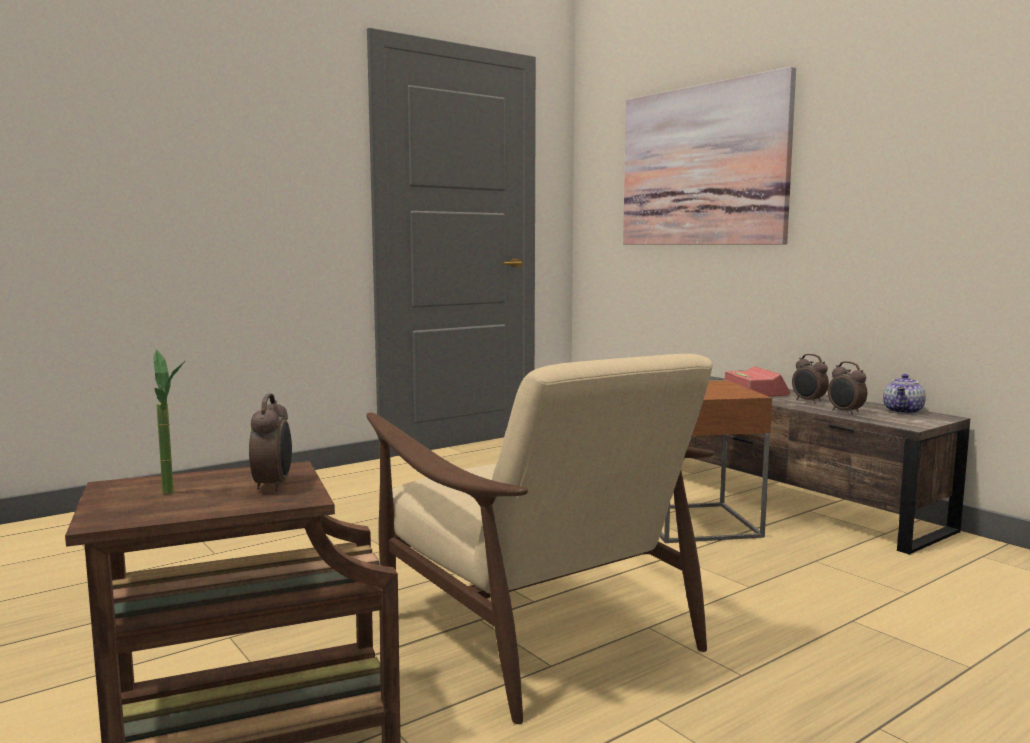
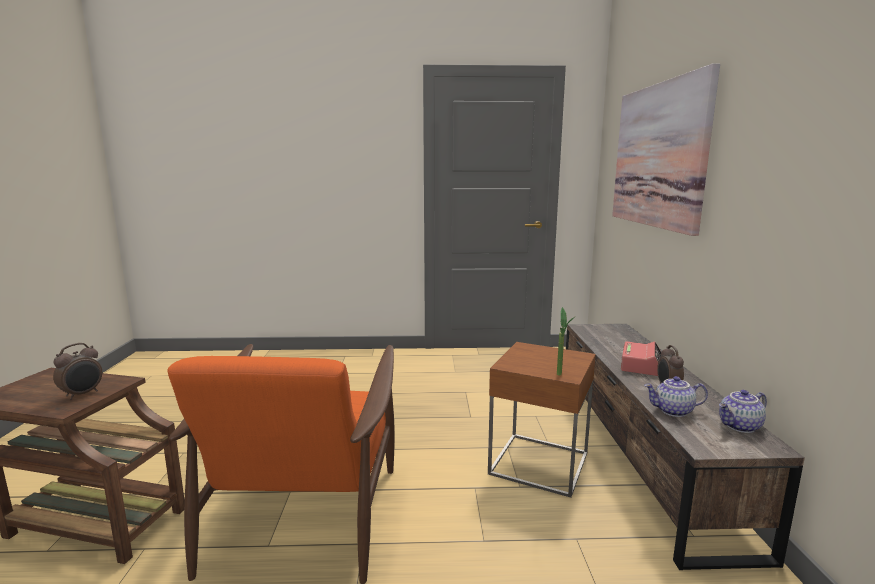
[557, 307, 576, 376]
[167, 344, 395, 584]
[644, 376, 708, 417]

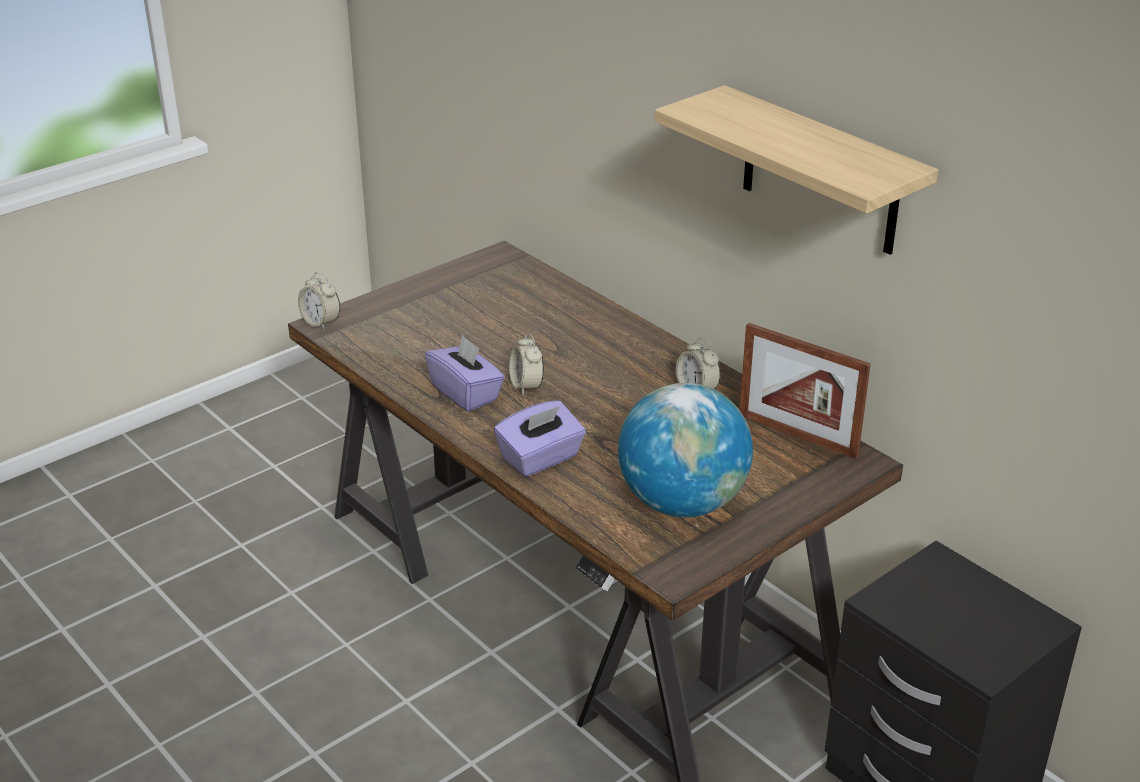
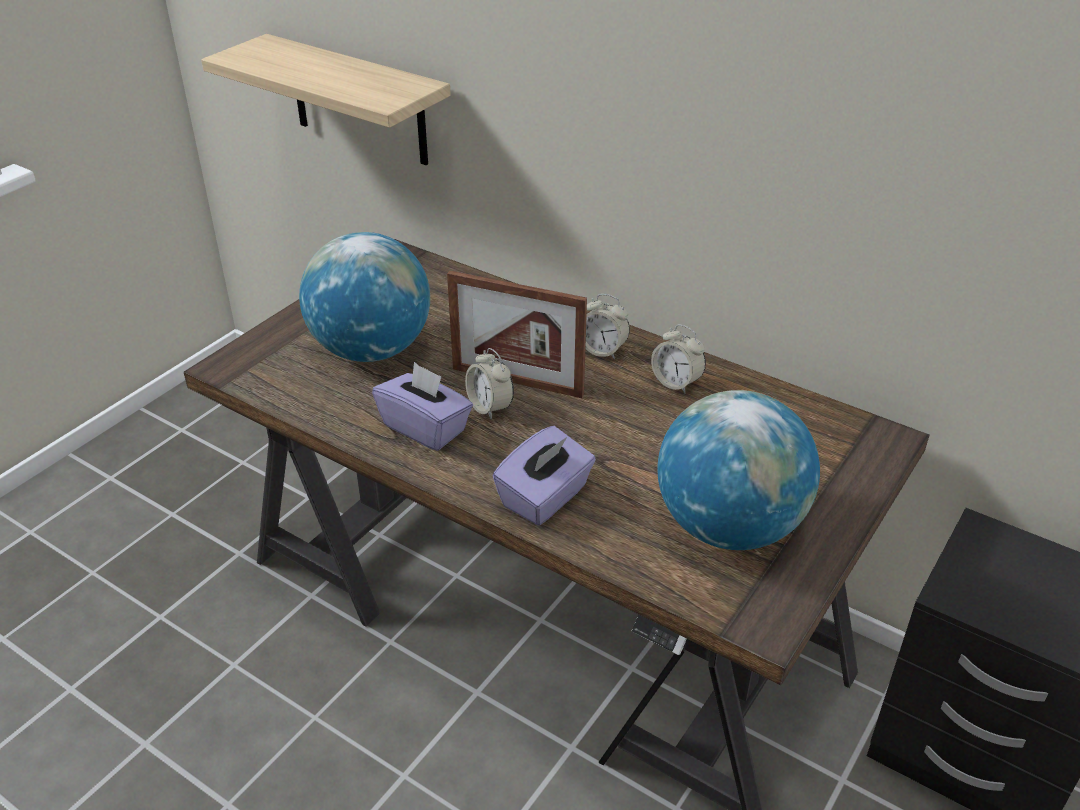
[585, 294, 630, 359]
[201, 34, 451, 165]
[447, 271, 587, 398]
[299, 232, 430, 362]

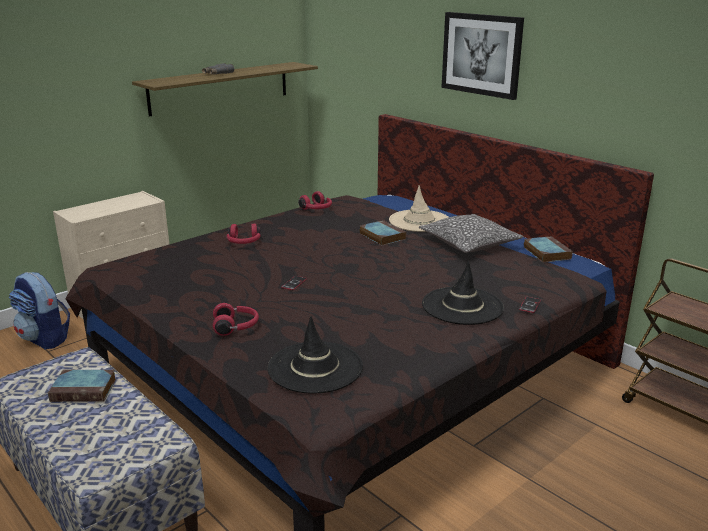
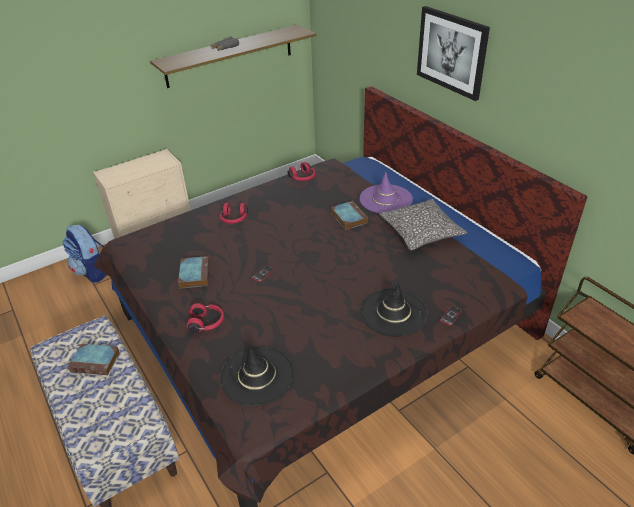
[360, 172, 413, 213]
[178, 256, 210, 289]

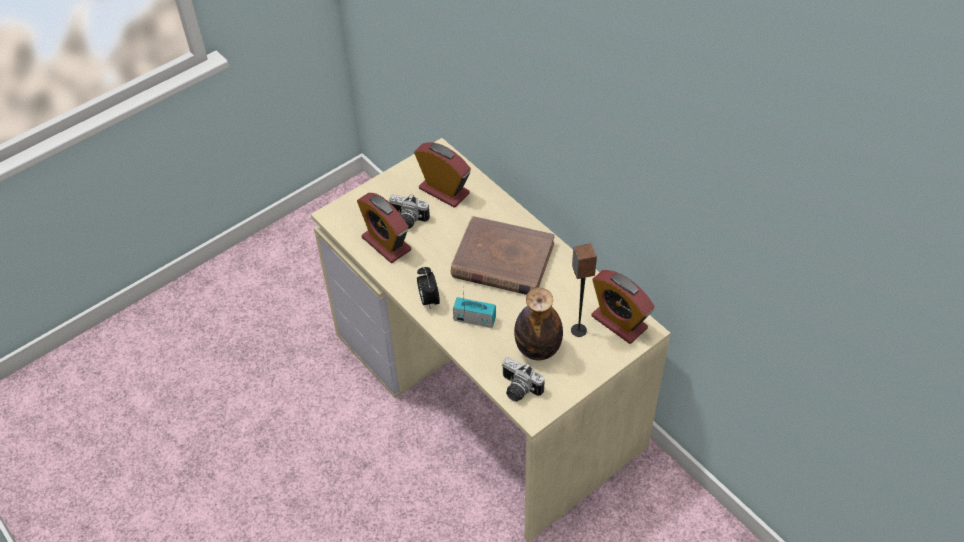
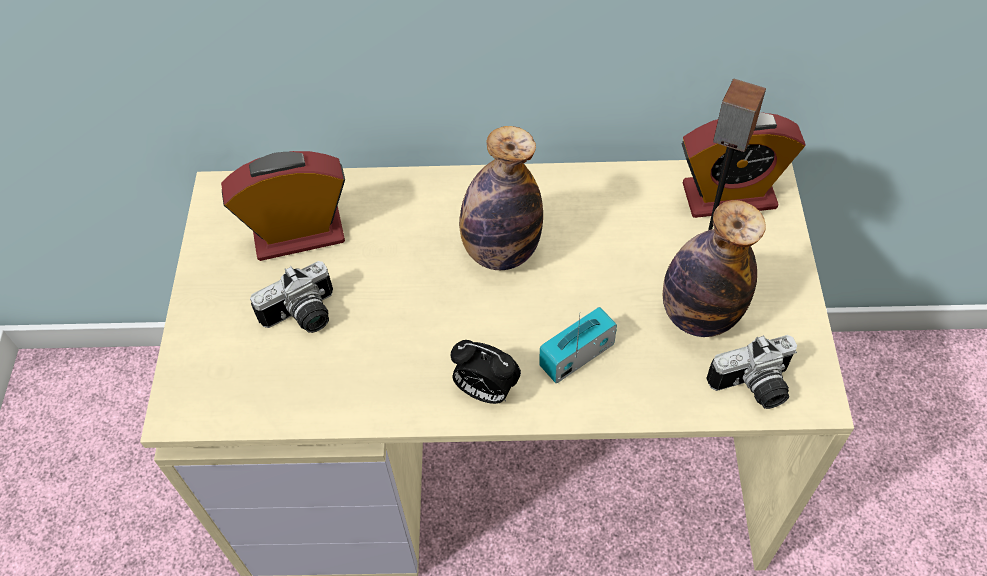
[357, 193, 411, 263] (first image)
[459, 126, 543, 270]

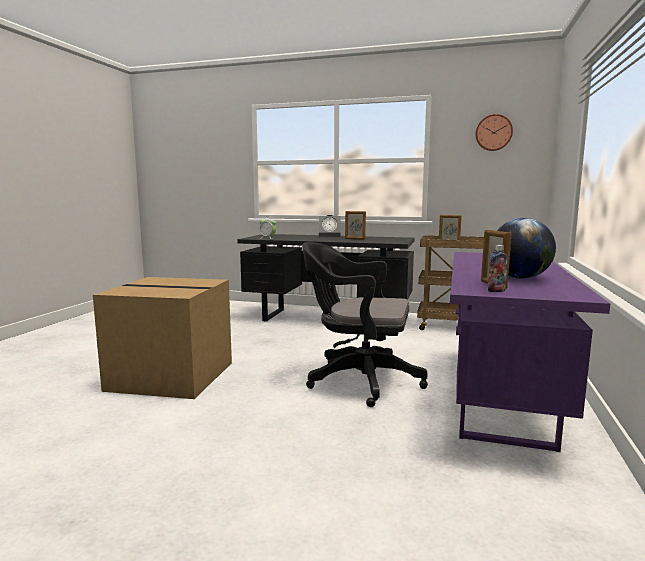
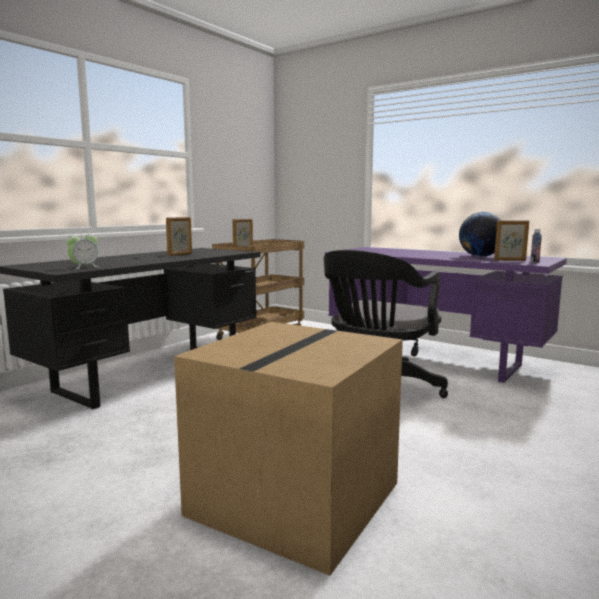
[319, 215, 341, 237] (first image)
[475, 114, 513, 151] (first image)

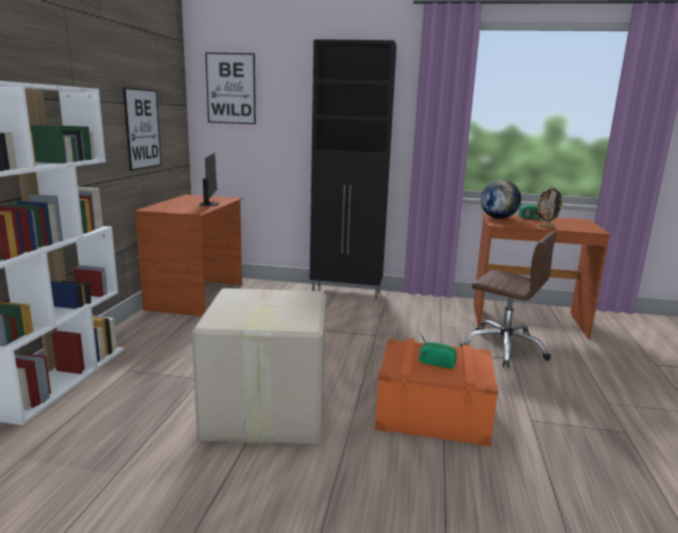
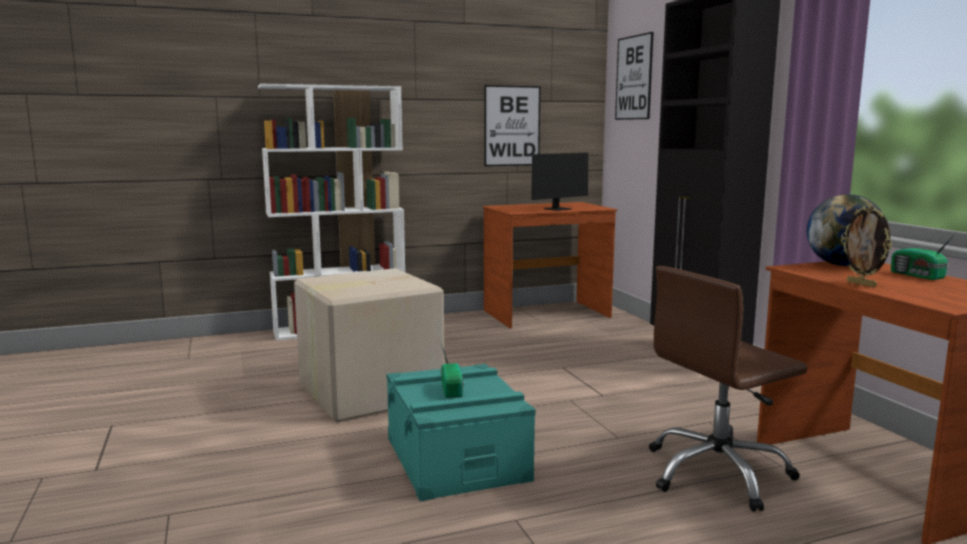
[387, 364, 536, 501]
[649, 266, 808, 512]

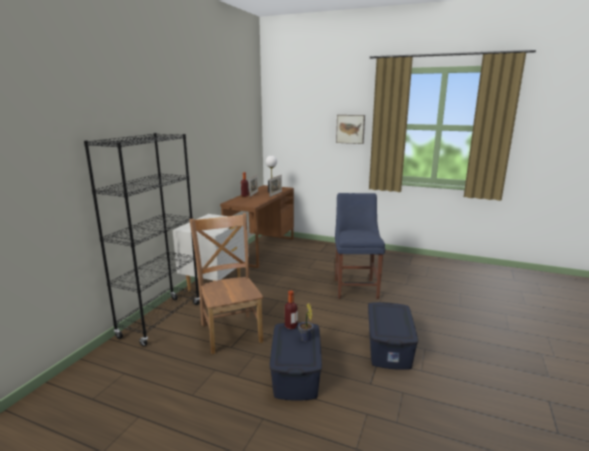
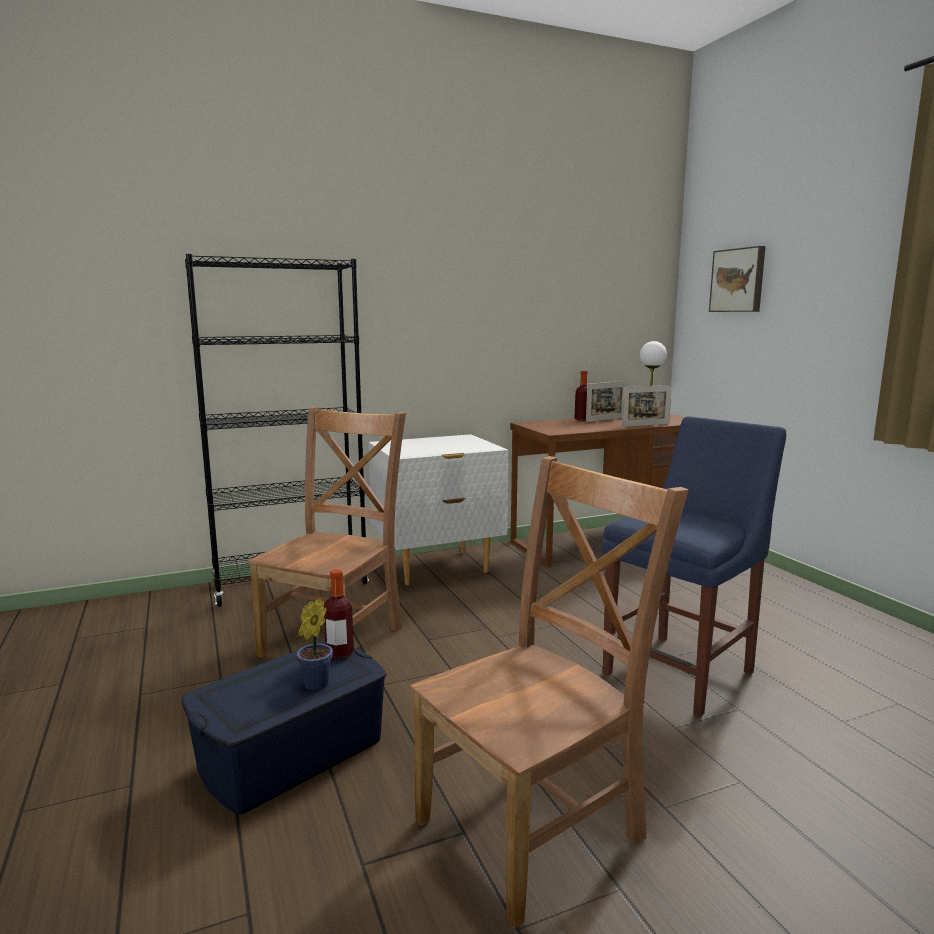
[709, 246, 766, 312]
[410, 456, 688, 929]

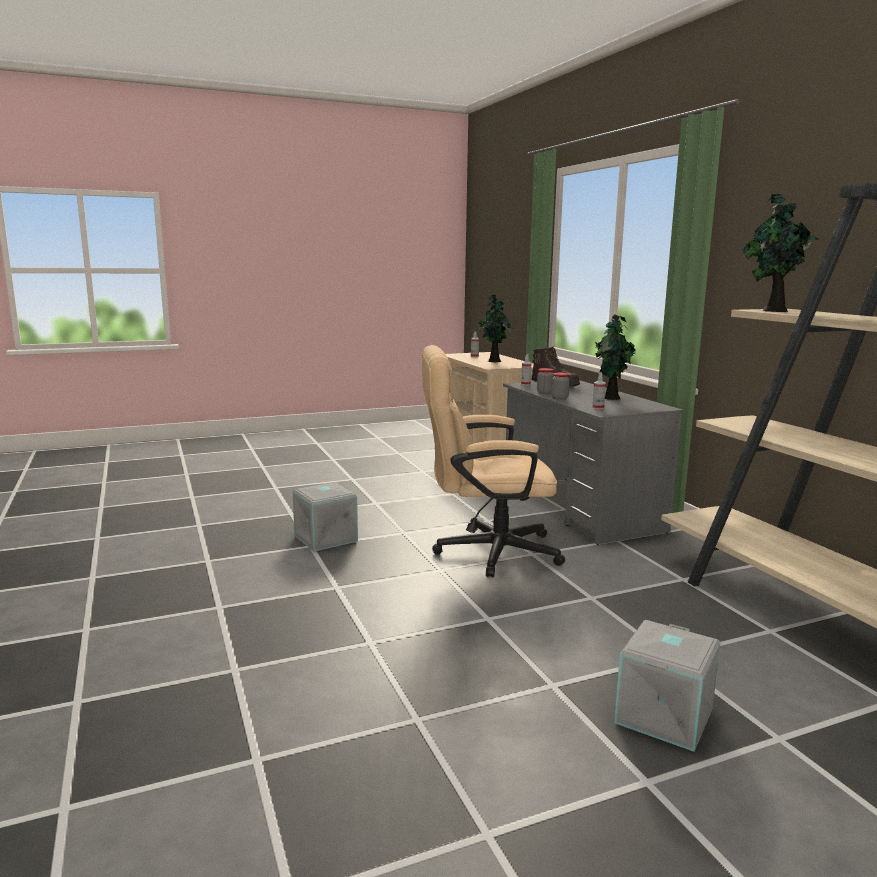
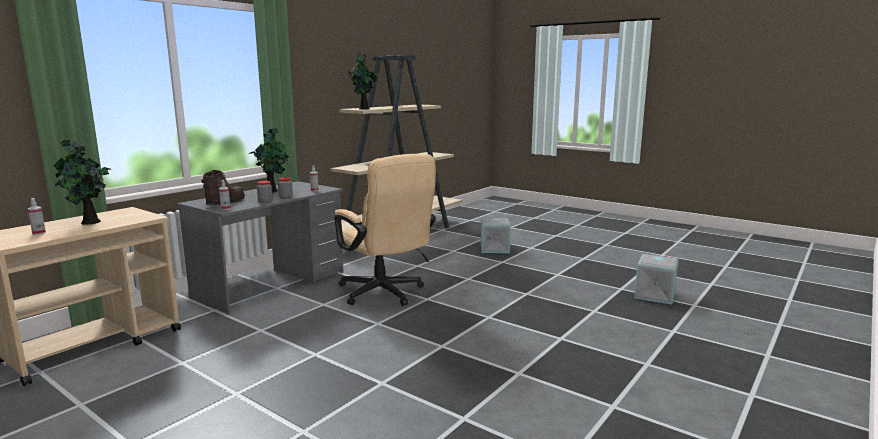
[634, 254, 679, 304]

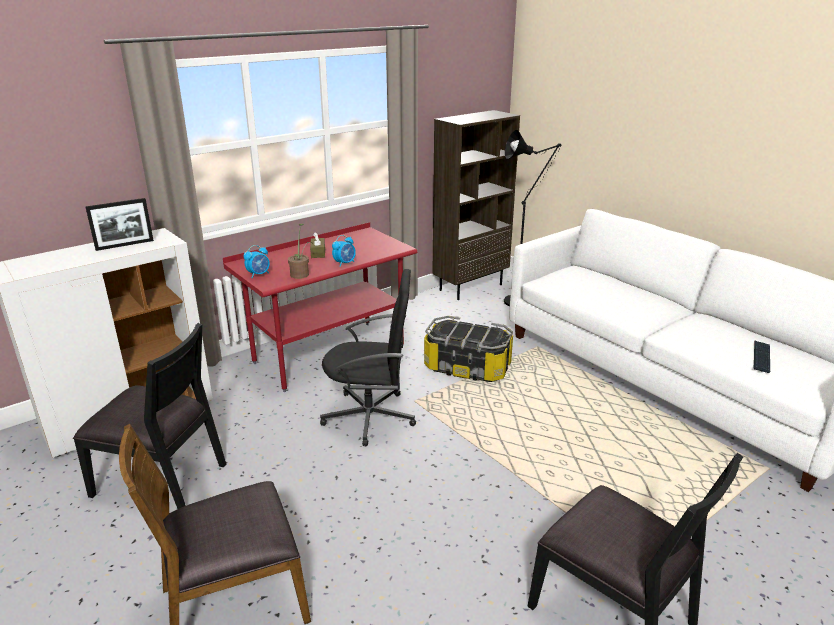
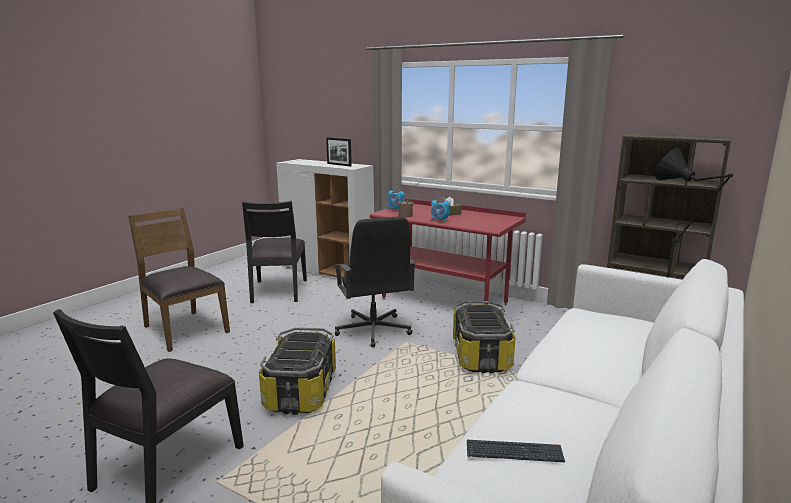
[259, 327, 336, 415]

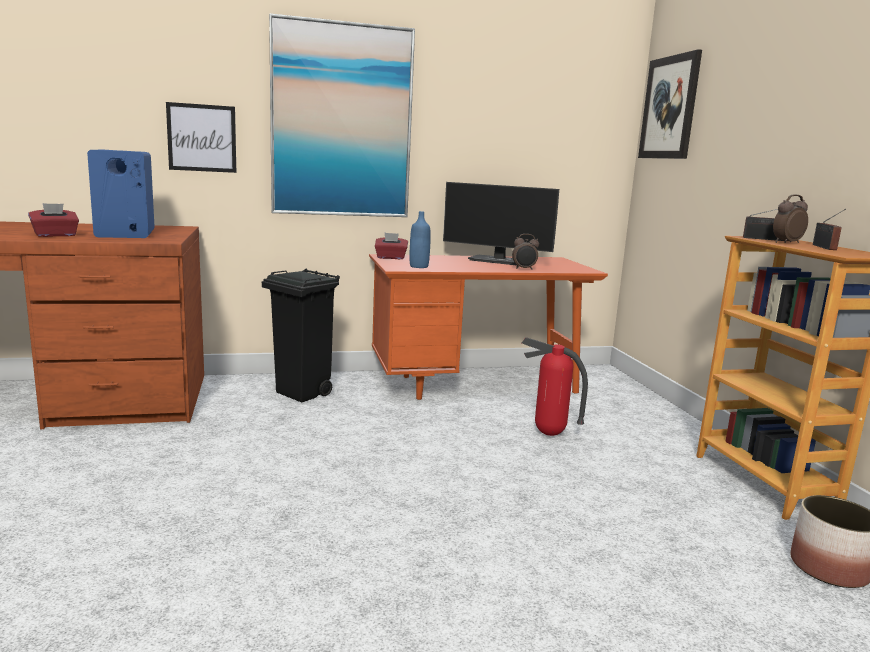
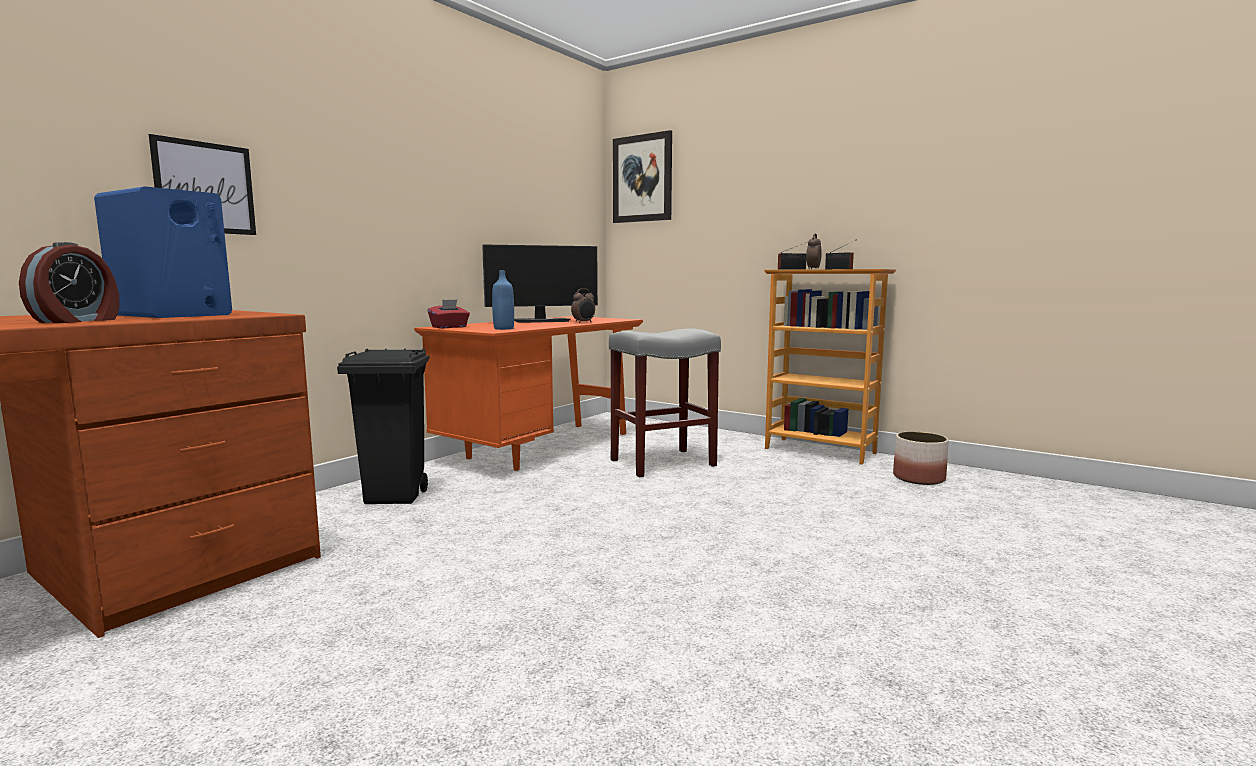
[19, 242, 120, 323]
[269, 14, 415, 217] (first image)
[609, 328, 721, 477]

